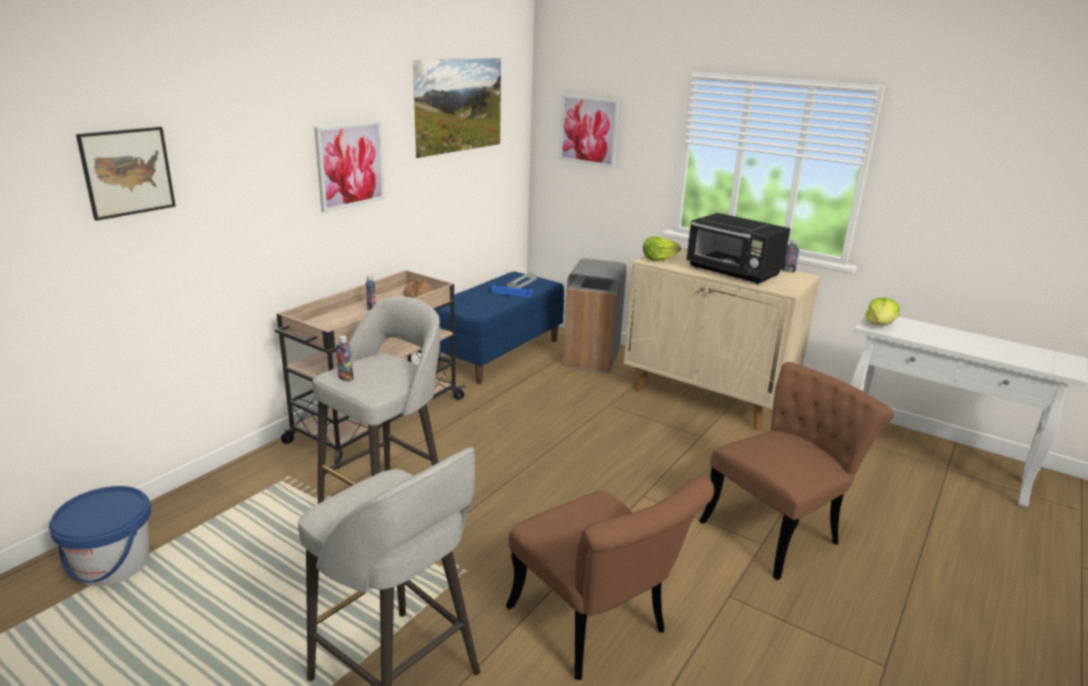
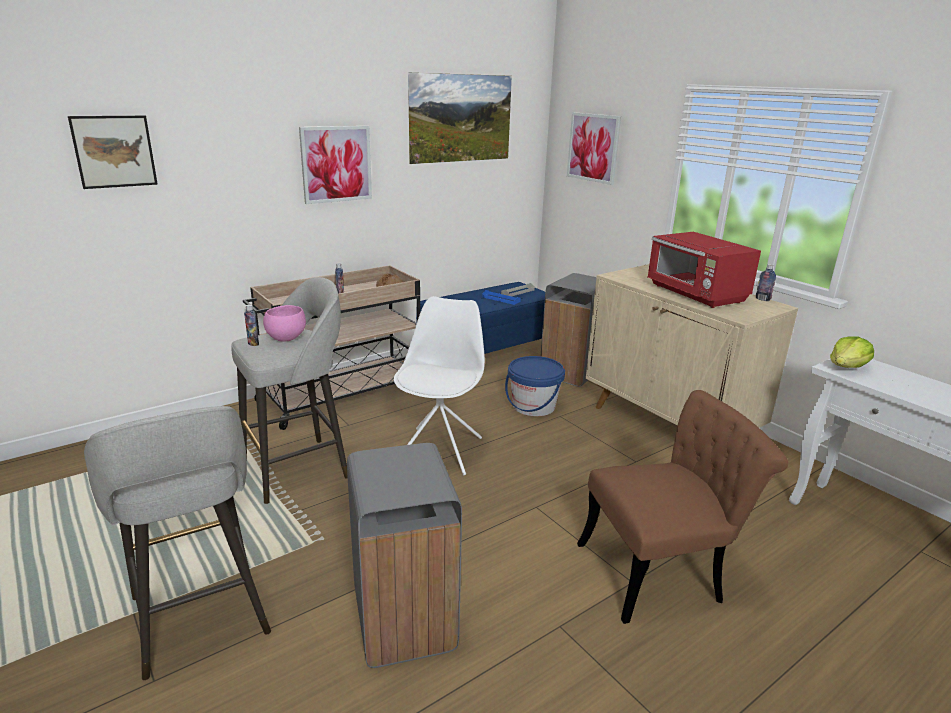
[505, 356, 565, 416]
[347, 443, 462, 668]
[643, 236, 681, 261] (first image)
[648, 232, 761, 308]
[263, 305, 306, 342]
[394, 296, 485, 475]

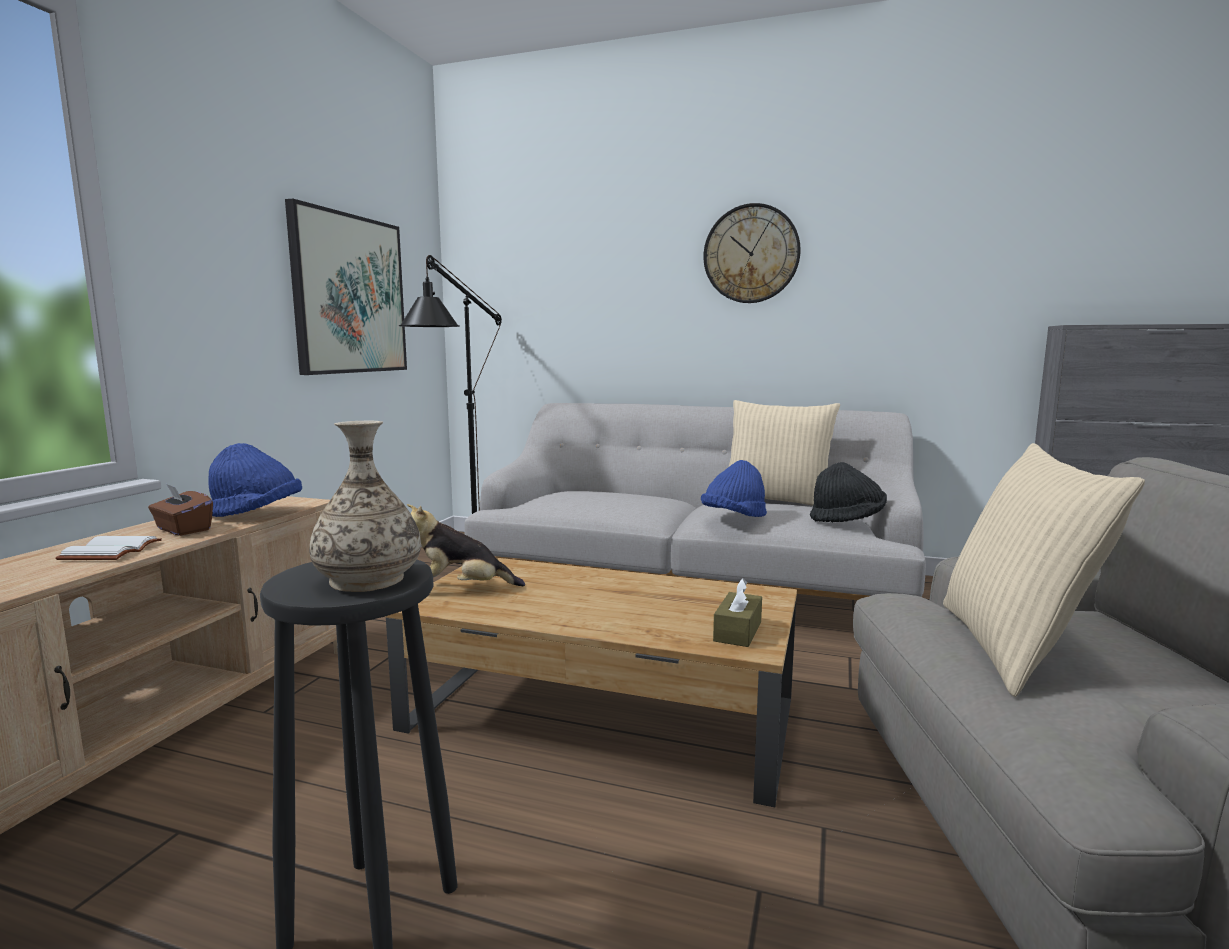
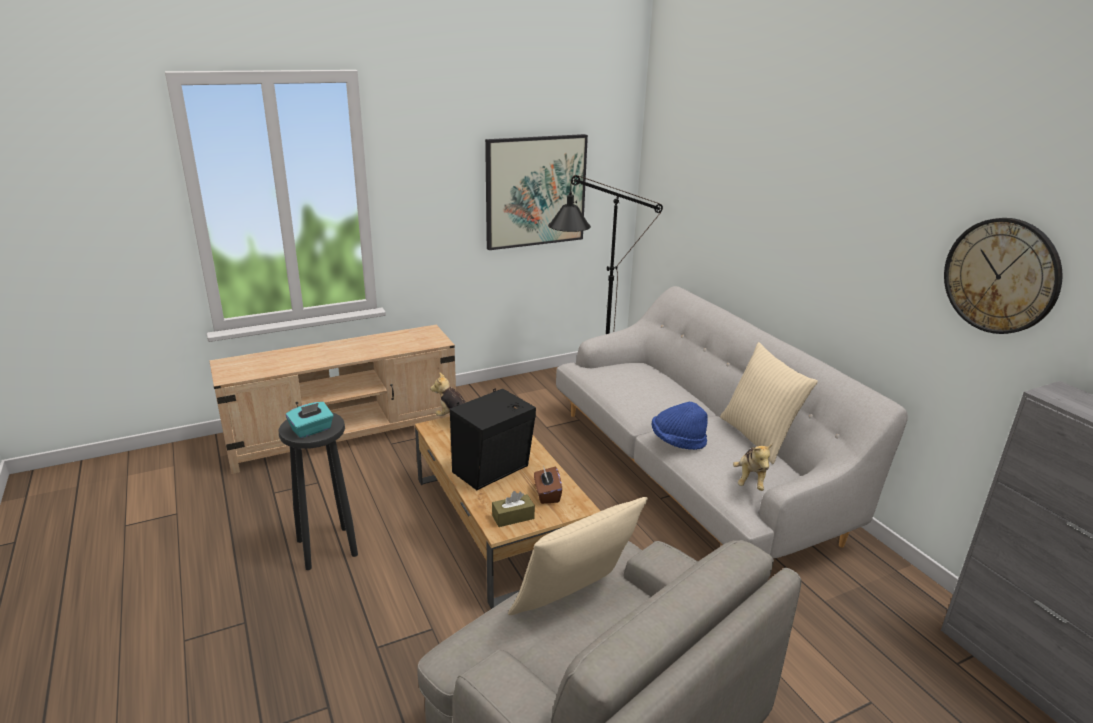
[55, 536, 162, 560] (first image)
[534, 465, 562, 504]
[208, 443, 302, 517] (first image)
[286, 402, 334, 438]
[944, 218, 1063, 334]
[733, 443, 773, 491]
[450, 388, 536, 490]

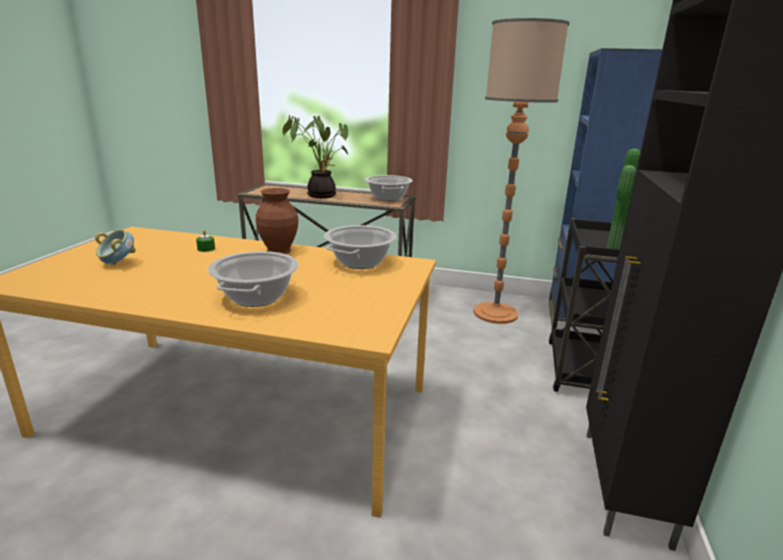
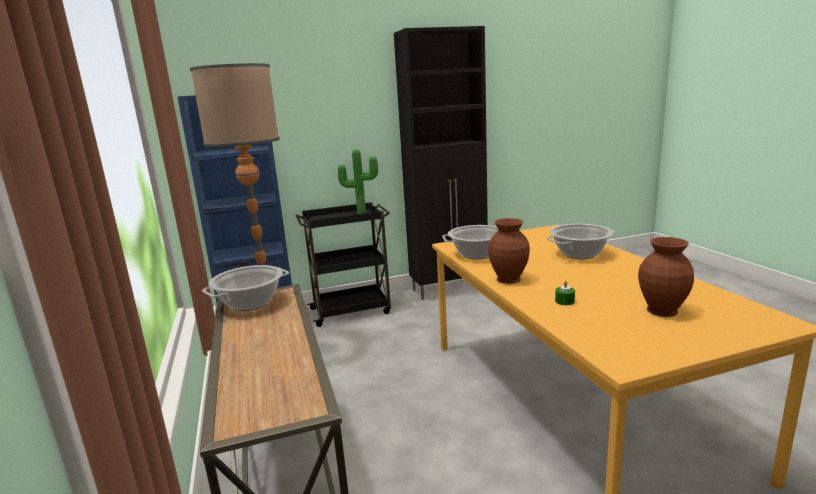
[638, 237, 694, 317]
[283, 115, 348, 198] (first image)

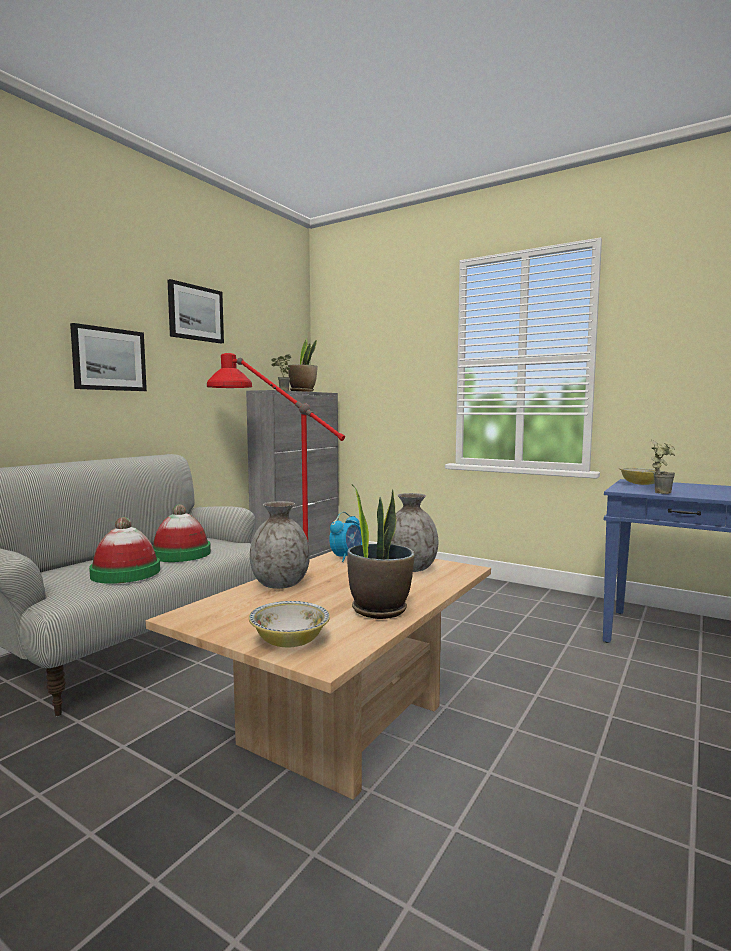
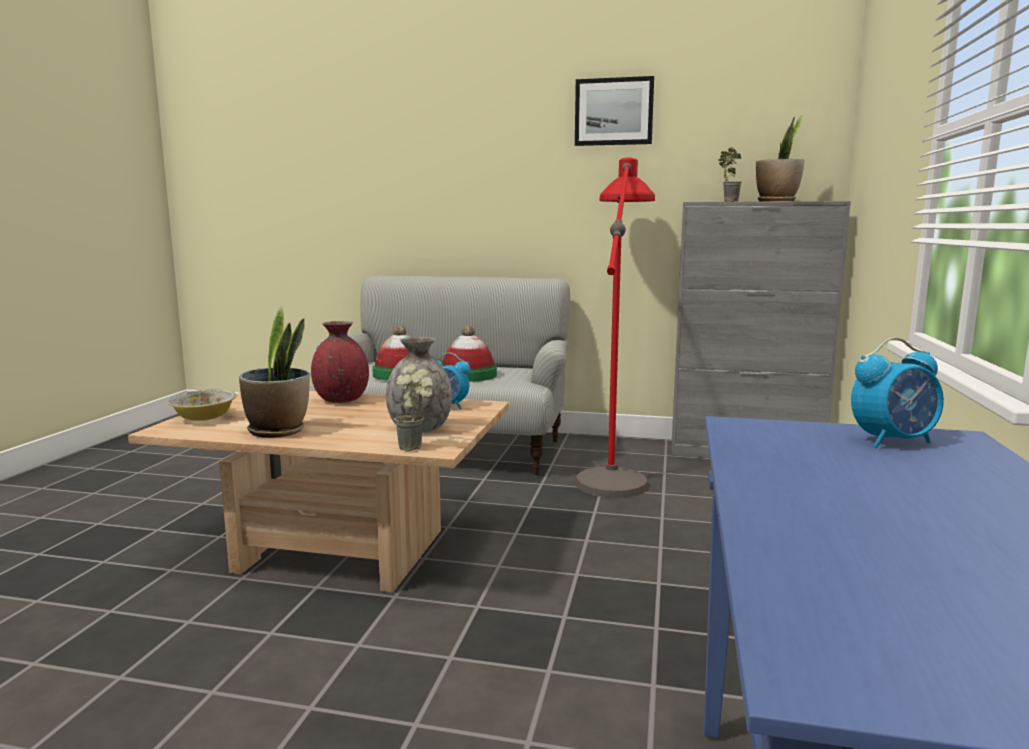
[70, 323, 147, 391] (first image)
[311, 321, 369, 403]
[851, 337, 944, 448]
[394, 363, 433, 451]

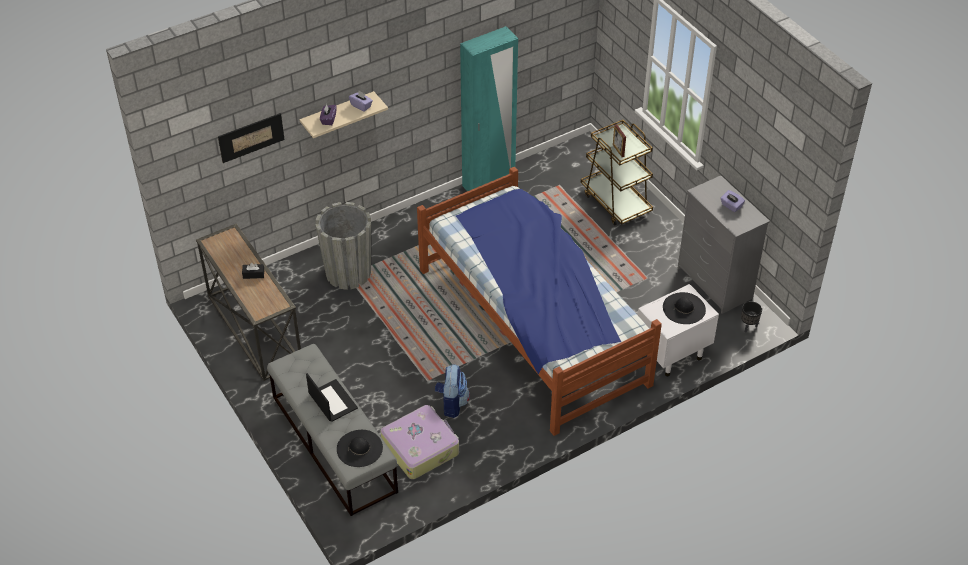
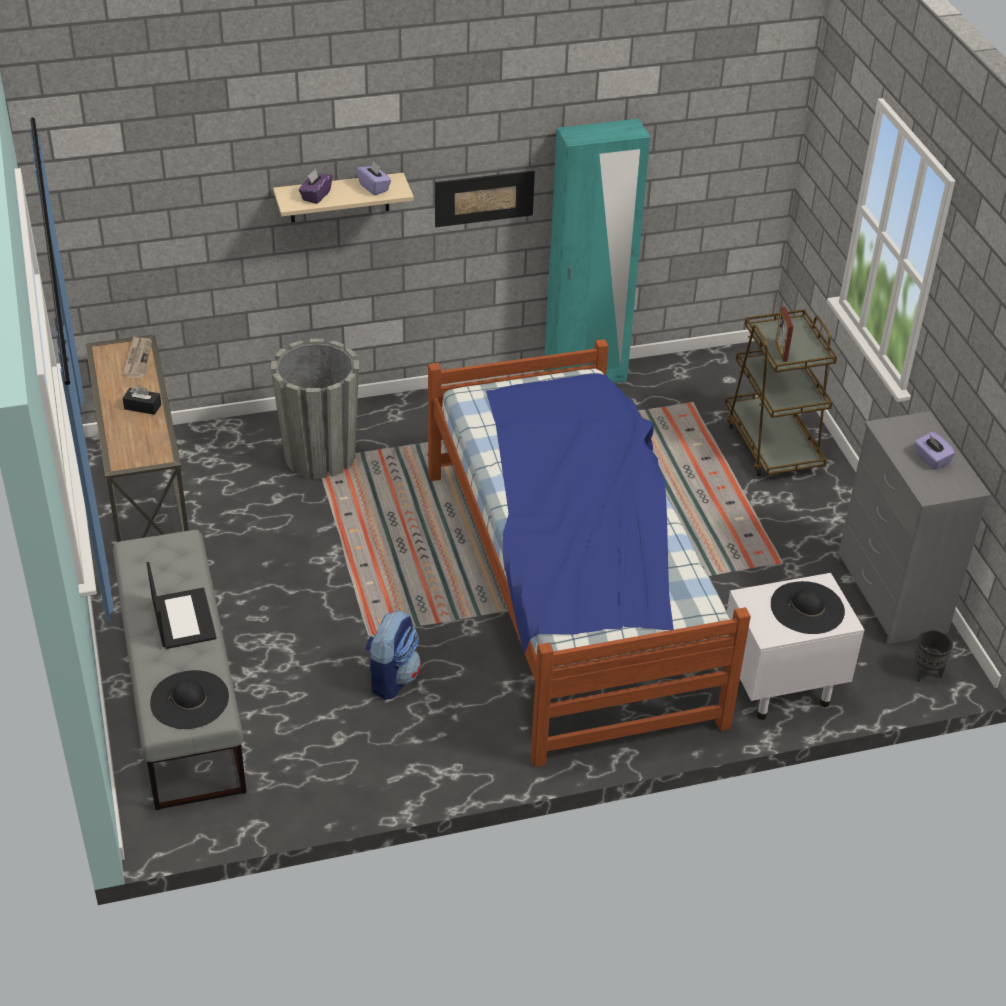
[435, 171, 535, 227]
[381, 405, 459, 479] (first image)
[123, 336, 152, 378]

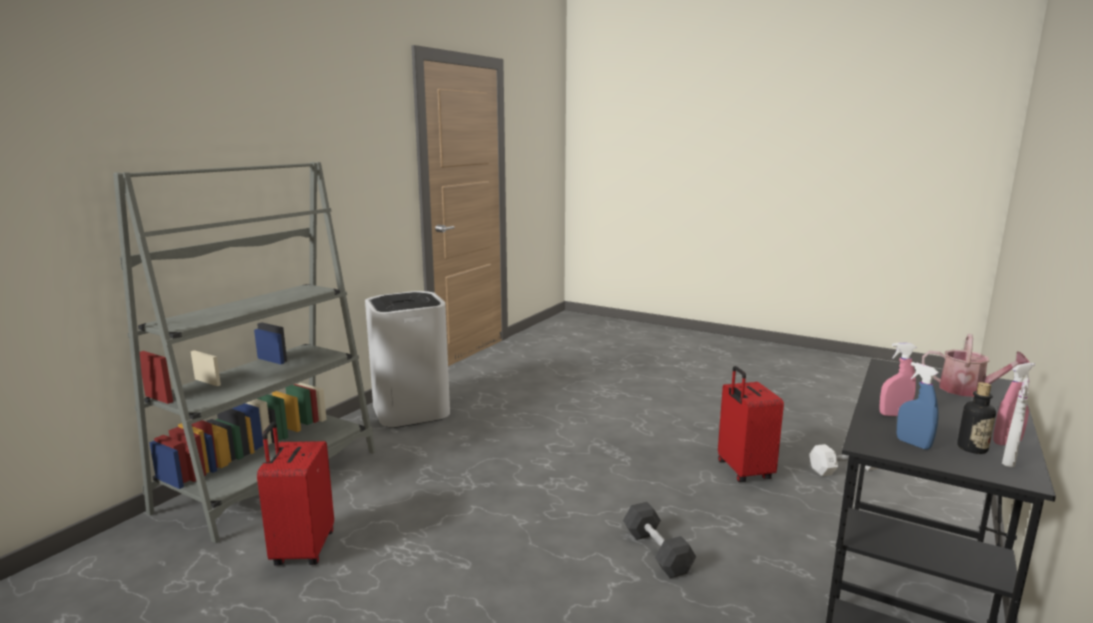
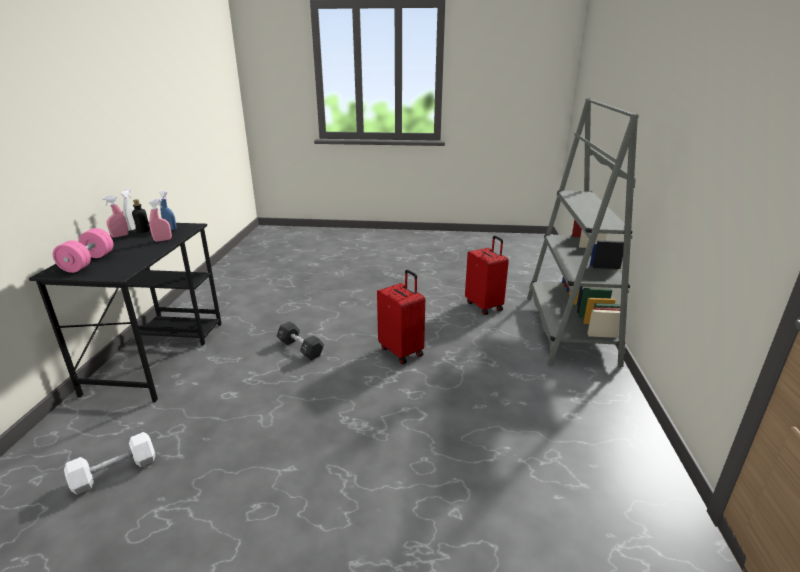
[365, 291, 450, 428] (first image)
[377, 270, 425, 364]
[53, 228, 113, 273]

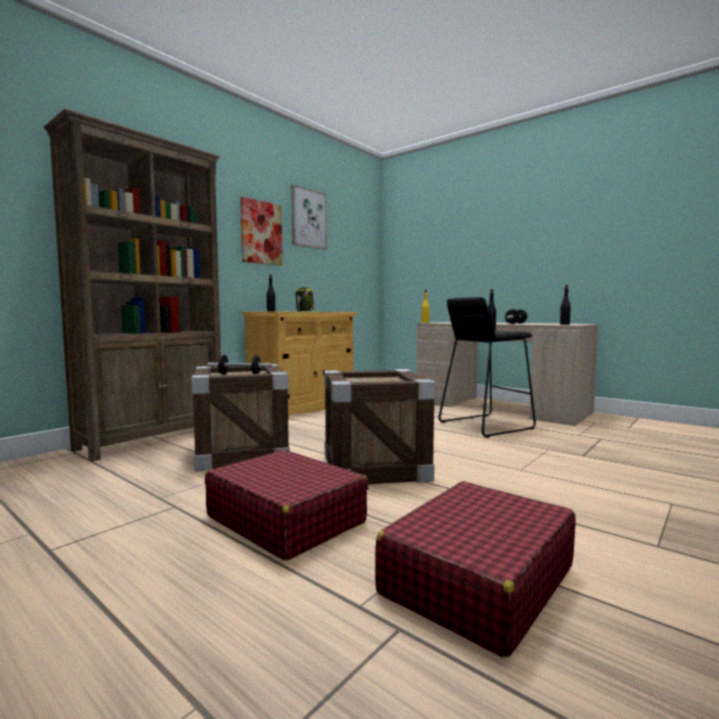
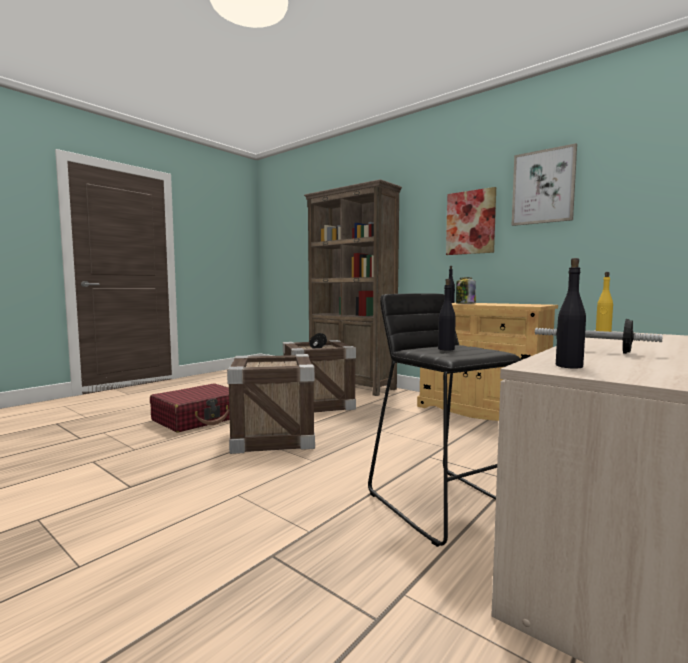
[375, 481, 576, 658] (first image)

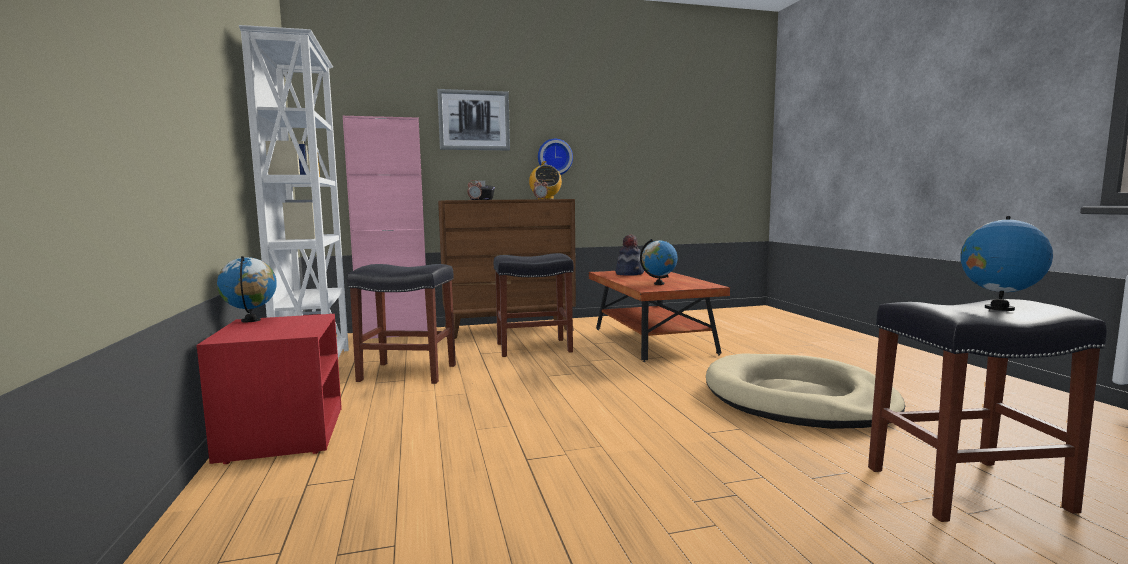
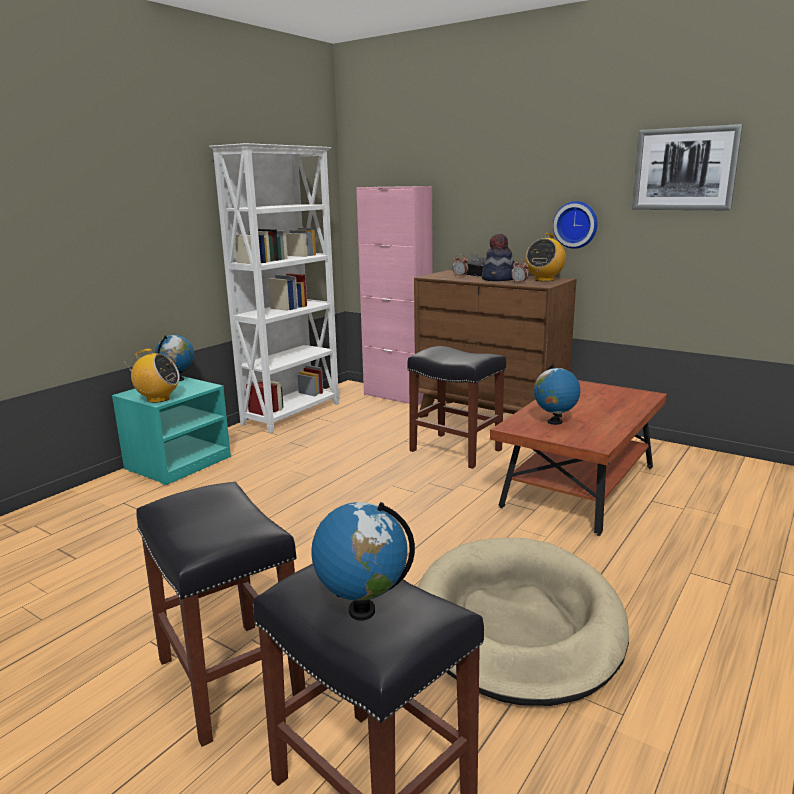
[112, 376, 231, 485]
[136, 482, 305, 747]
[632, 124, 743, 210]
[482, 234, 514, 281]
[126, 349, 180, 403]

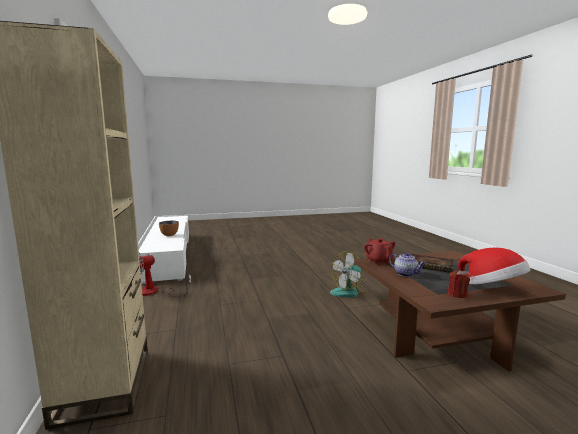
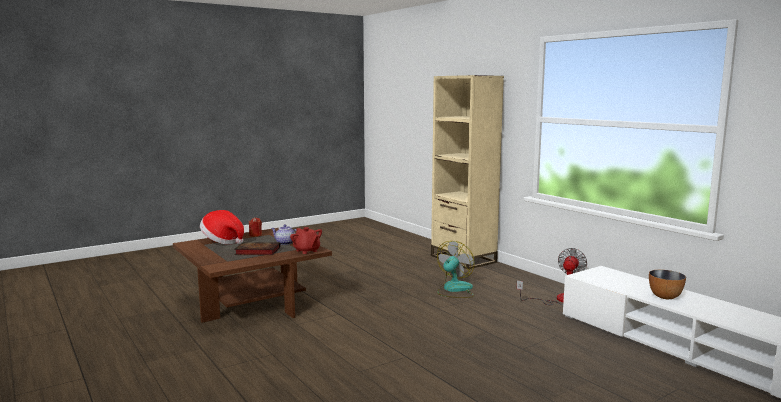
[437, 241, 475, 298]

